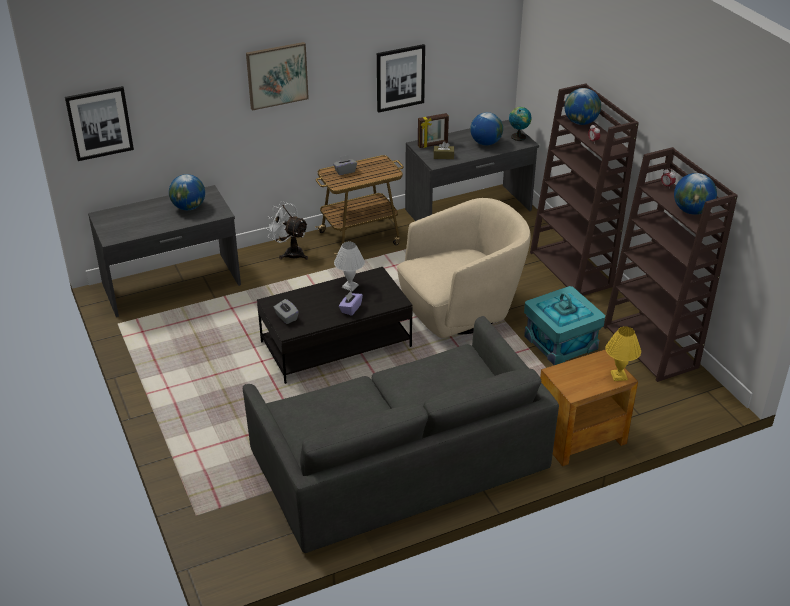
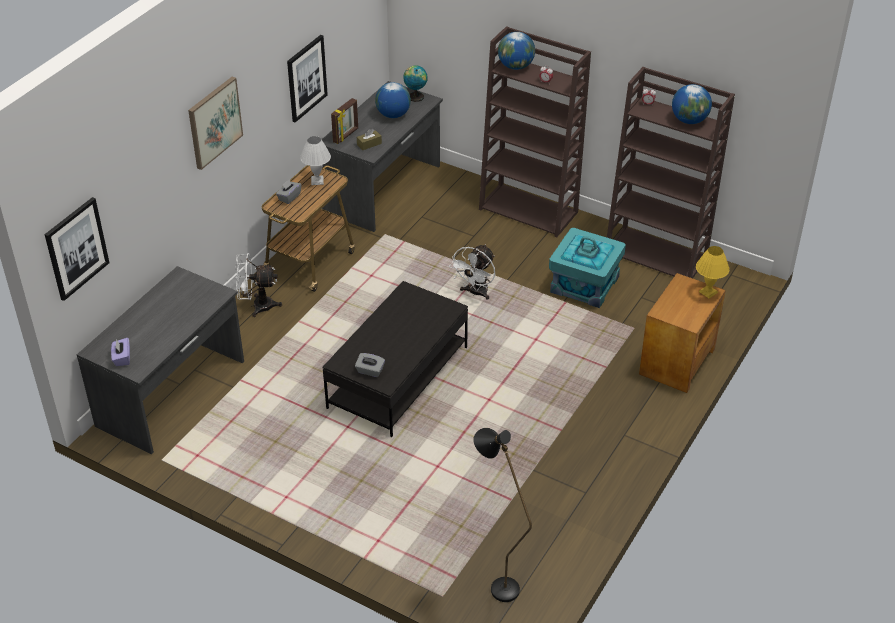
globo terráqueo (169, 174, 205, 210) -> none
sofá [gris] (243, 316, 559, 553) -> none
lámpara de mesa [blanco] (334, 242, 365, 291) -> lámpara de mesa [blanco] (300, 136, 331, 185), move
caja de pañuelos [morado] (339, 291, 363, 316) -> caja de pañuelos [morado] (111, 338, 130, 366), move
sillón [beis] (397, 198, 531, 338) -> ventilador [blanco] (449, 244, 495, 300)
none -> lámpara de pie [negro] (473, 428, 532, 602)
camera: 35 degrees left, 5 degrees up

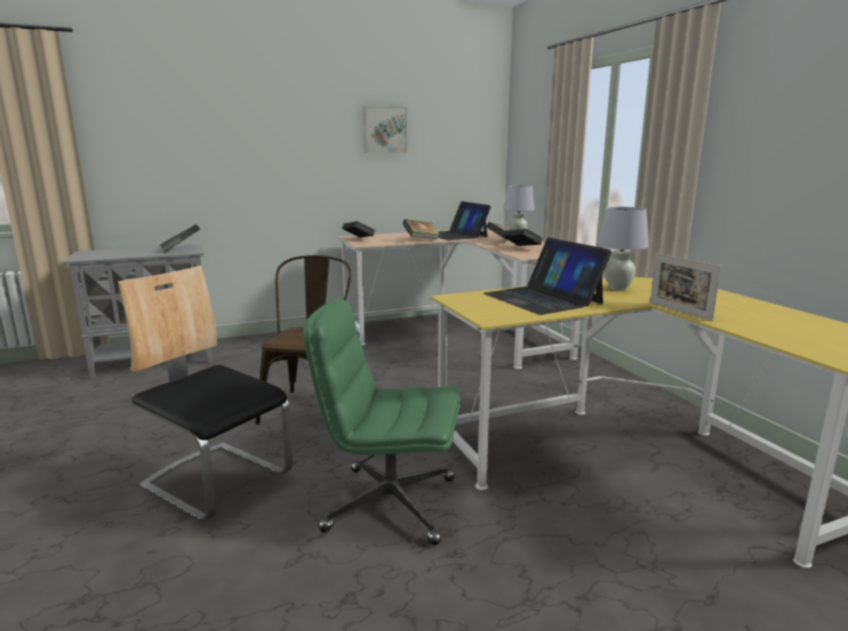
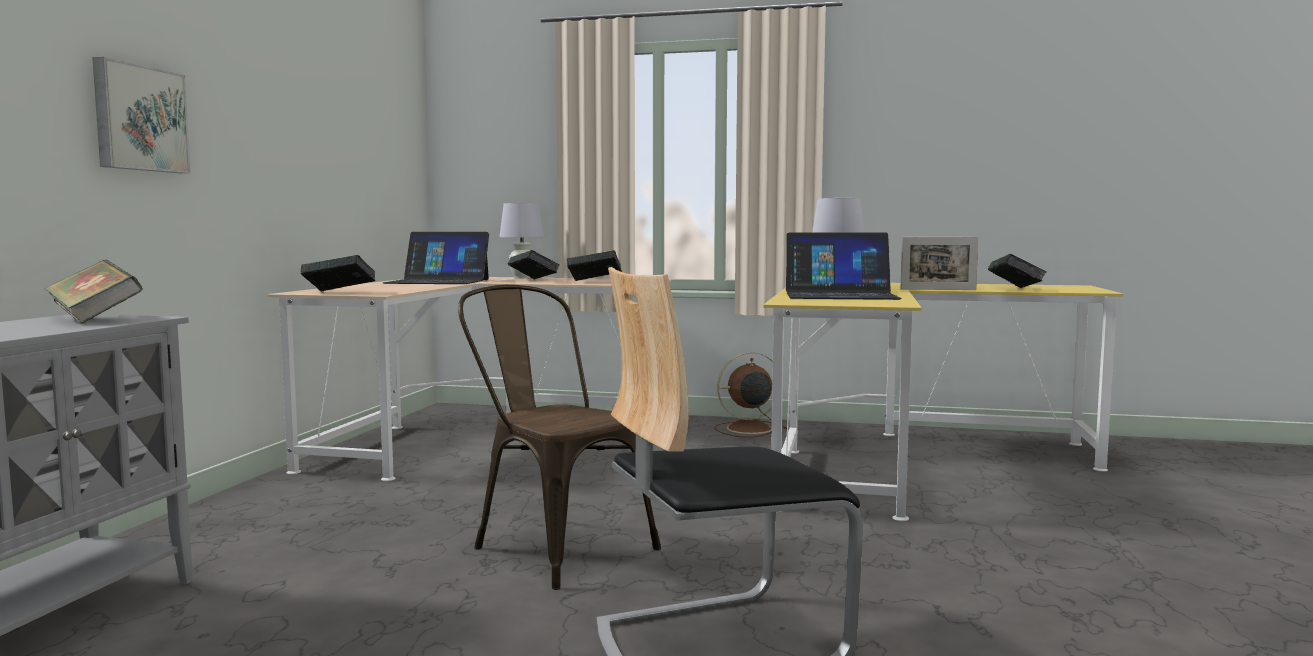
silla de oficina [verde] (303, 300, 461, 545) -> none
cuadro (363, 106, 407, 153) -> cuadro (92, 57, 191, 173), move
libro (403, 219, 440, 240) -> libro (988, 254, 1047, 288), move
none -> ventilador [marrón] (714, 352, 787, 438)
camera: 55 degrees left, 10 degrees down

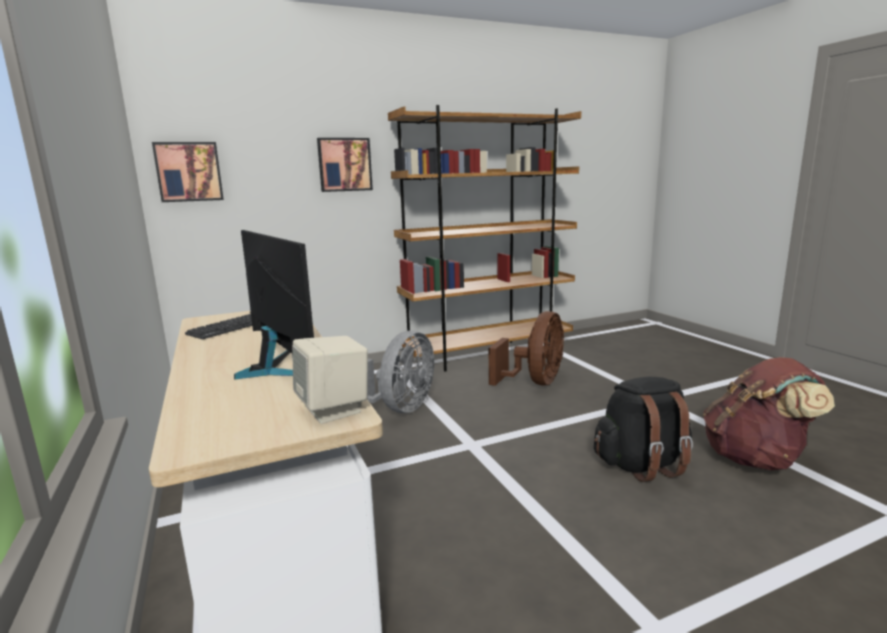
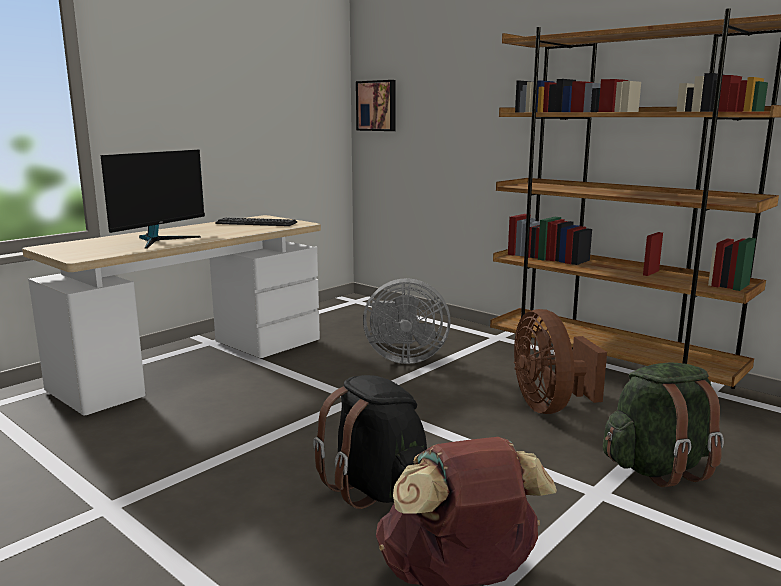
altavoz [beis] (292, 336, 368, 424) -> none
cuadro (317, 138, 373, 192) -> none
ventilador [marrón] (489, 311, 564, 386) -> ventilador [marrón] (514, 309, 607, 414), 75 degrees clockwise
none -> mochila [verde] (603, 362, 724, 487)
camera: 65 degrees right, 0 degrees up

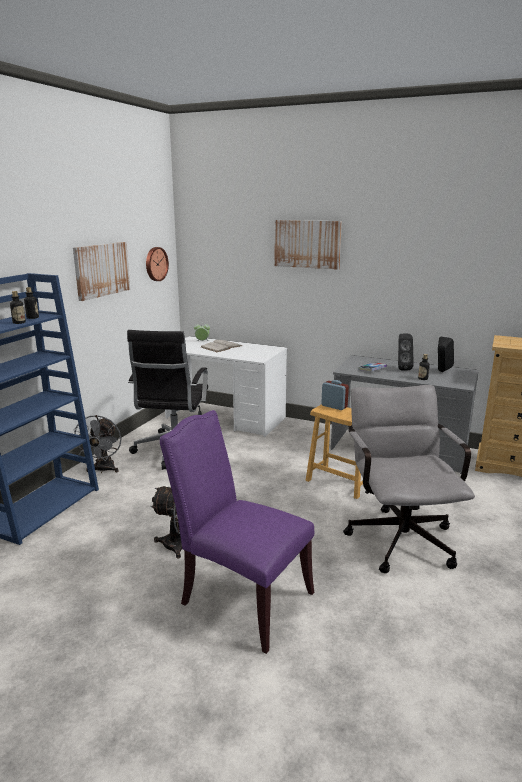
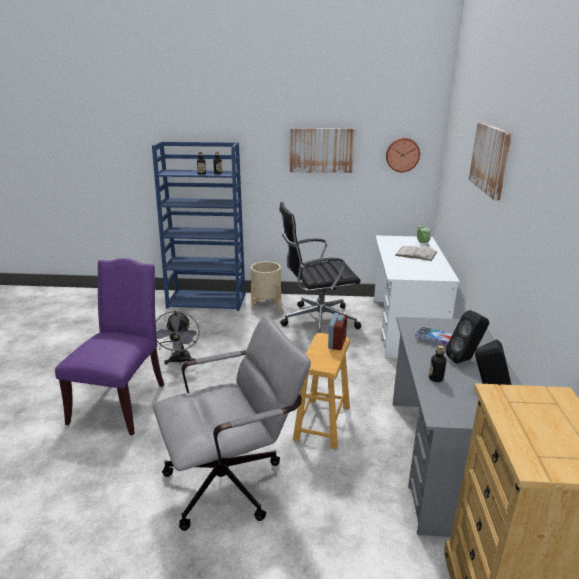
ventilador [gris] (74, 415, 121, 473) -> maceta [beis] (251, 262, 281, 311)
camera: 70 degrees right, 5 degrees up

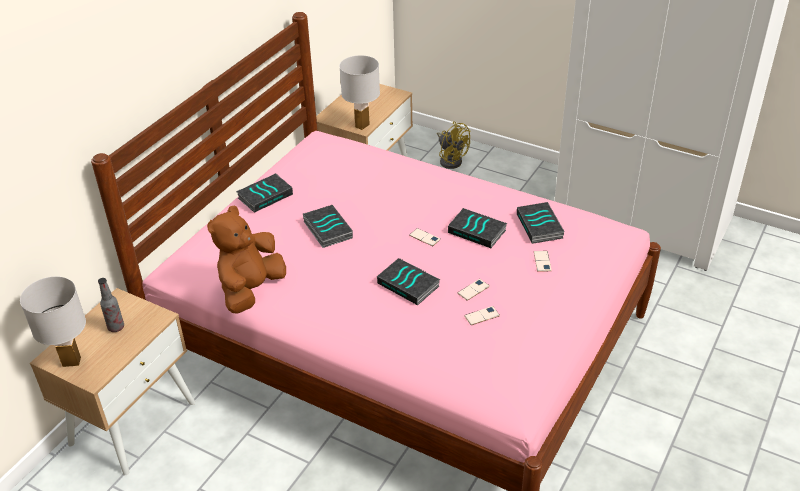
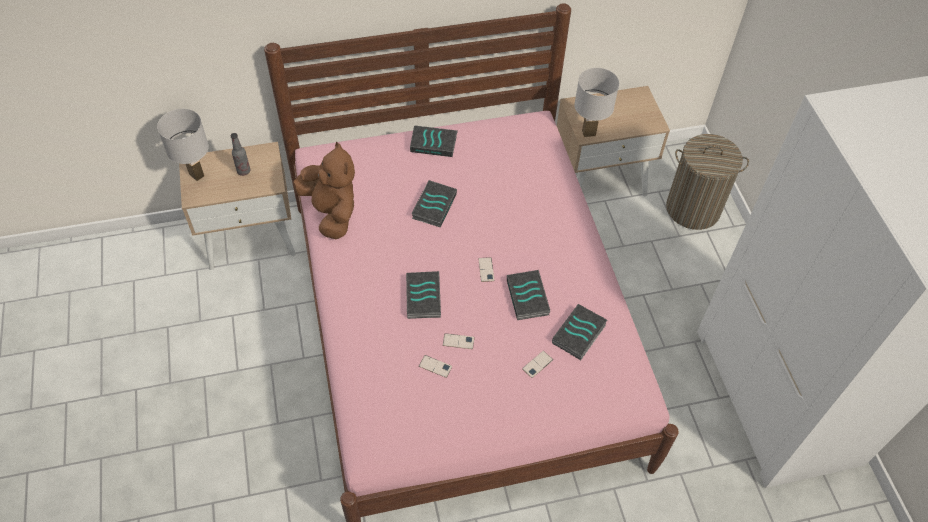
peluche [marrón] (207, 205, 286, 314) -> peluche [marrón] (293, 142, 355, 239), 75 degrees clockwise
ventilador [amarillo] (437, 122, 470, 169) -> cesto de la ropa (666, 134, 749, 230)
camera: 45 degrees right, 15 degrees up

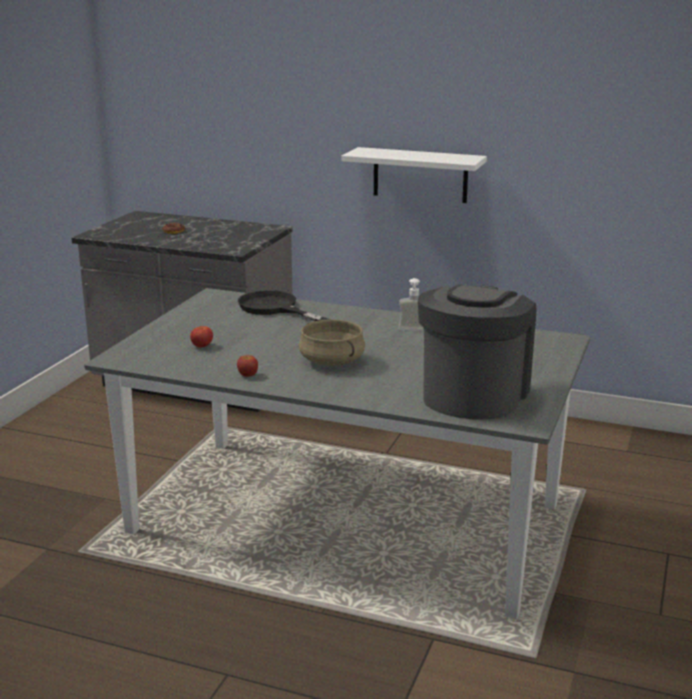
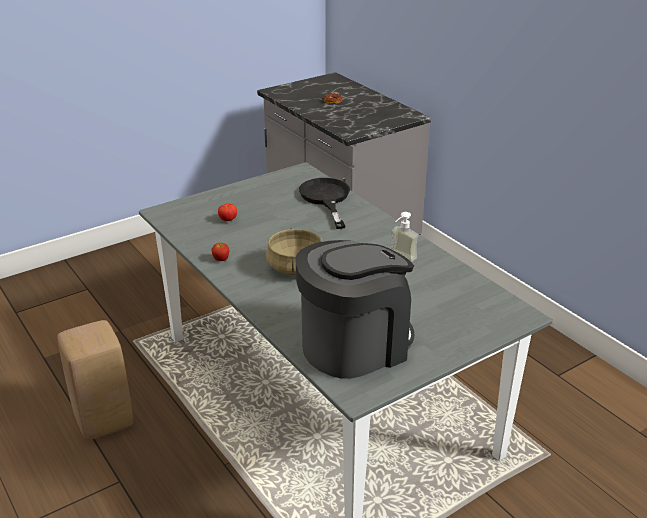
estante [blanco] (341, 147, 487, 203) -> none
none -> taburete [beis] (57, 320, 133, 440)
camera: 35 degrees right, 10 degrees up

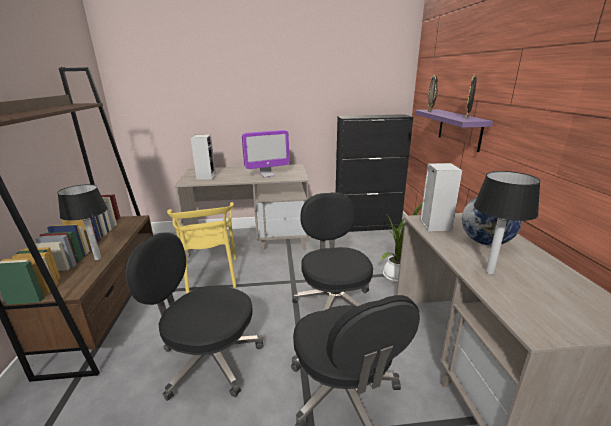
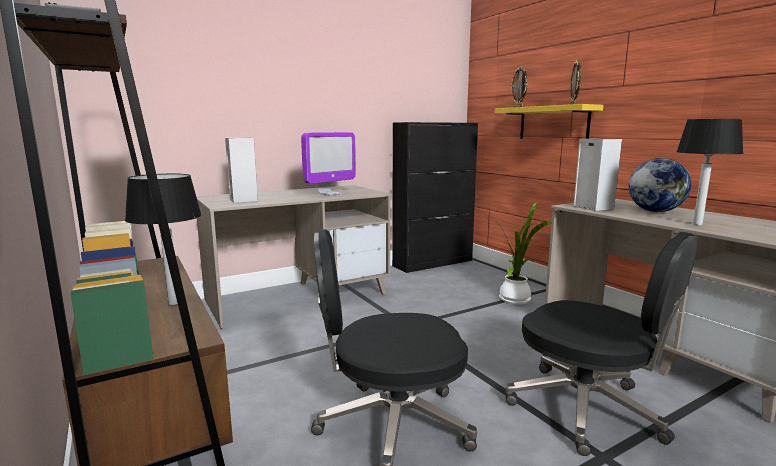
silla [amarillo] (167, 202, 237, 294) -> none
silla de oficina [negro] (292, 192, 373, 311) -> none
estante [morado] (415, 109, 493, 152) -> estante [amarillo] (495, 104, 604, 139)
camera: 25 degrees left, 10 degrees down

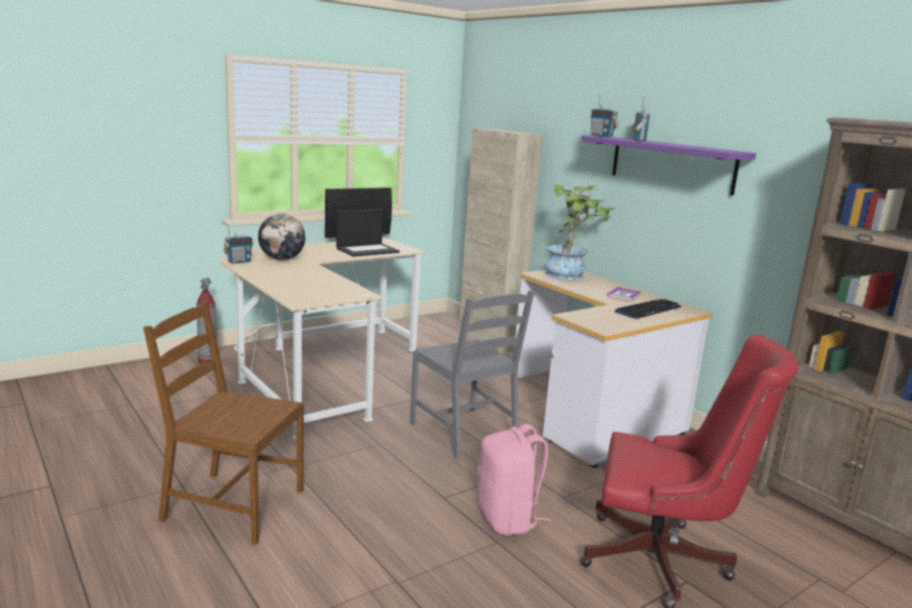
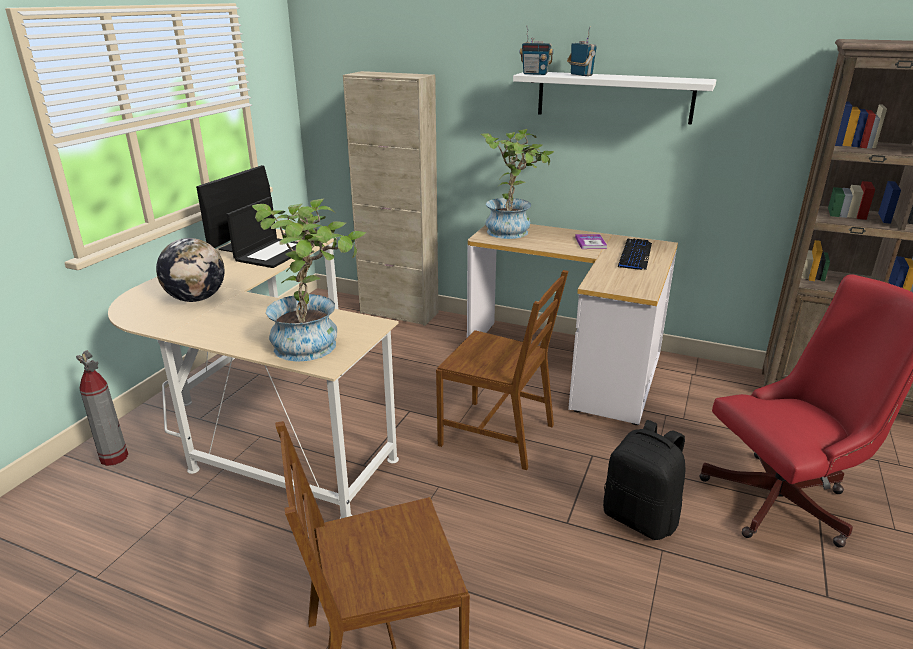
radio (223, 224, 254, 264) -> none
silla [gris] (410, 290, 534, 459) -> silla [marrón] (436, 270, 568, 470)
mochila [rosa] (477, 424, 550, 535) -> mochila [negro] (603, 420, 686, 540)
estante [morado] (581, 135, 756, 195) -> estante [blanco] (513, 72, 717, 125)
none -> planta en maceta (252, 198, 367, 362)
camera: 30 degrees left, 10 degrees up

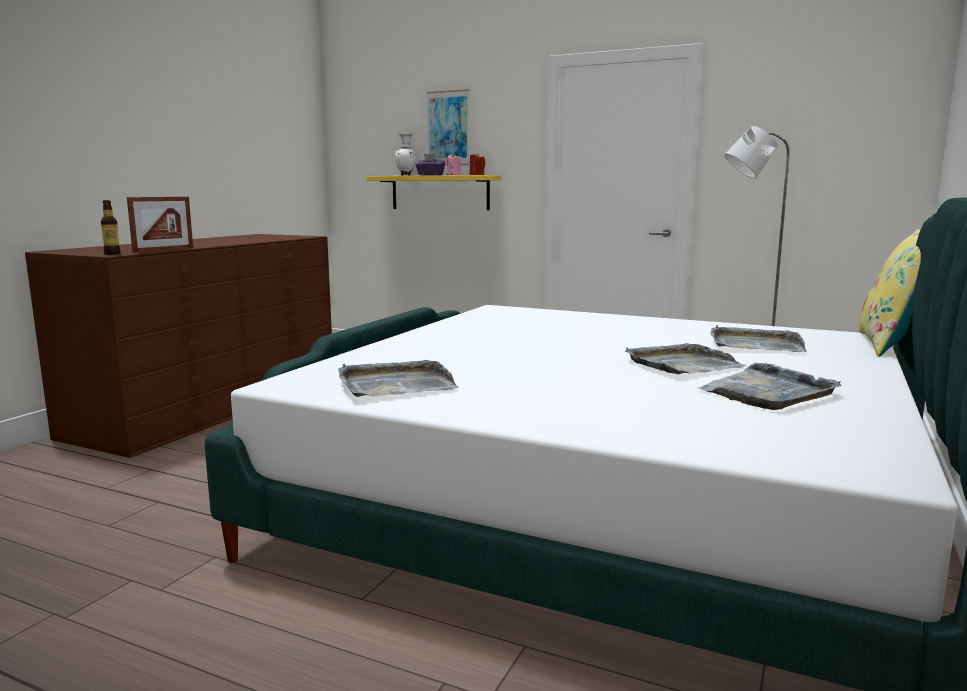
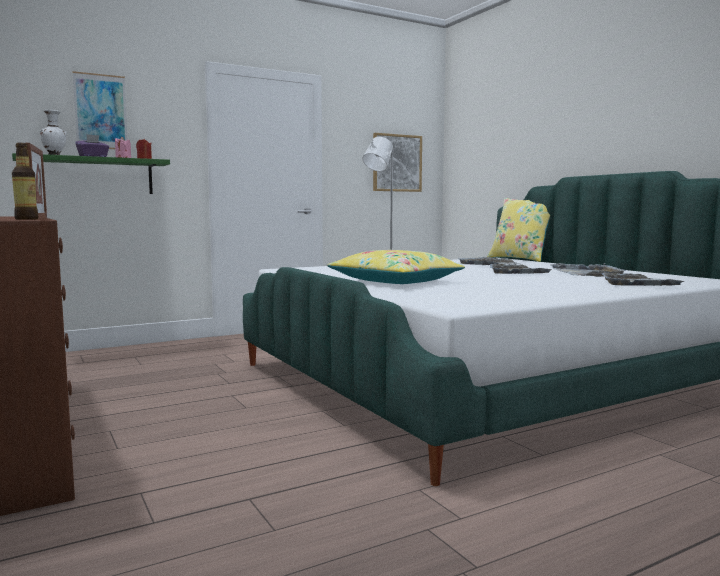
bandeja [gris] (338, 360, 459, 397) -> bandeja [gris] (601, 273, 684, 286), move
estante [amarillo] (367, 175, 501, 210) -> estante [verde] (12, 153, 170, 194)
none -> cojín [amarillo] (327, 250, 465, 284)
none -> cuadro (373, 133, 422, 192)
camera: 55 degrees left, 5 degrees down

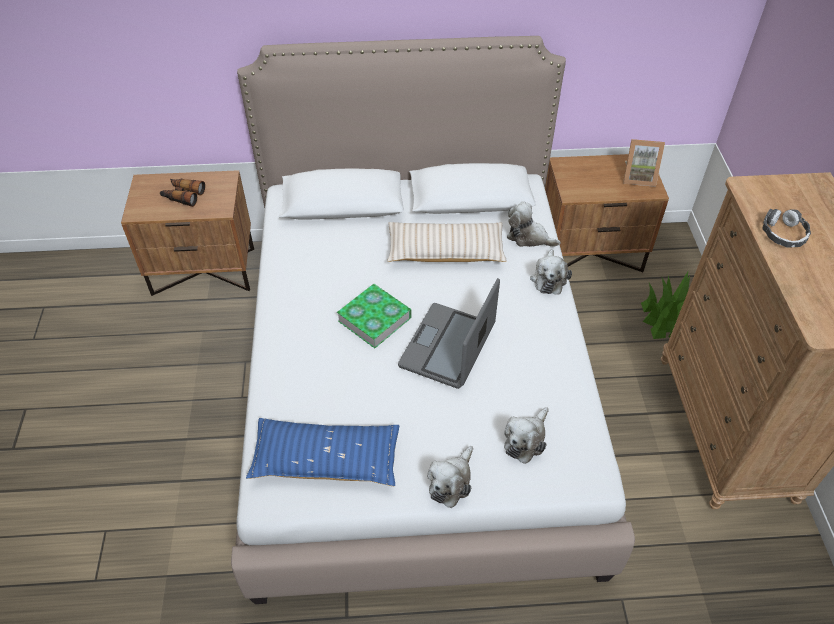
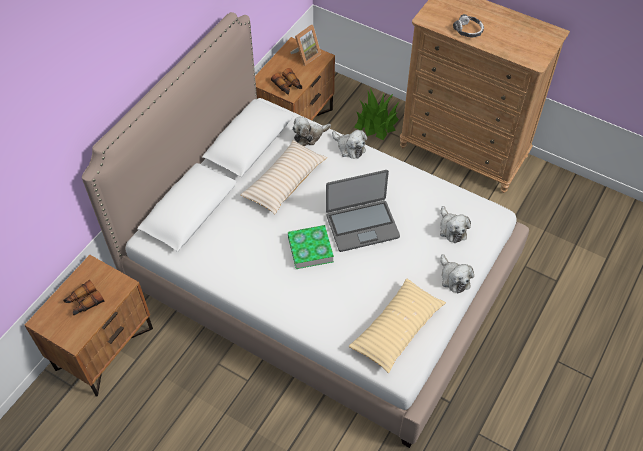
cojín [azul] (246, 418, 399, 486) -> cojín [beis] (349, 278, 446, 373)
portátil (398, 278, 500, 389) -> portátil (326, 170, 400, 252), 75 degrees counterclockwise
none -> prismáticos (271, 68, 302, 95)
camera: 55 degrees left, 5 degrees up

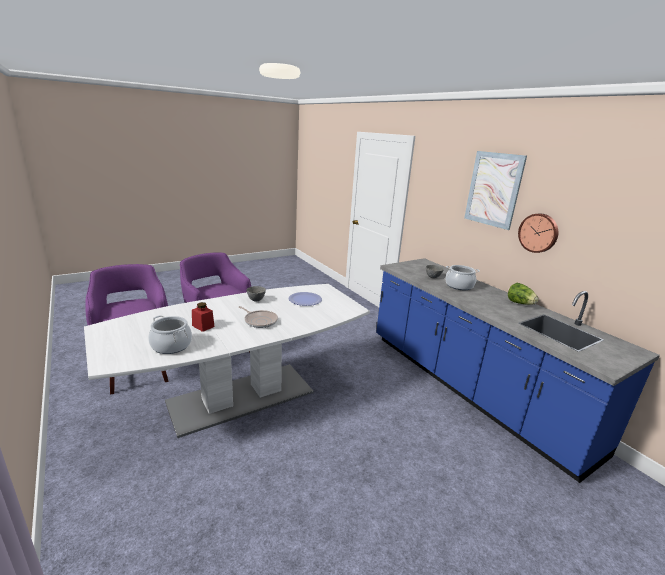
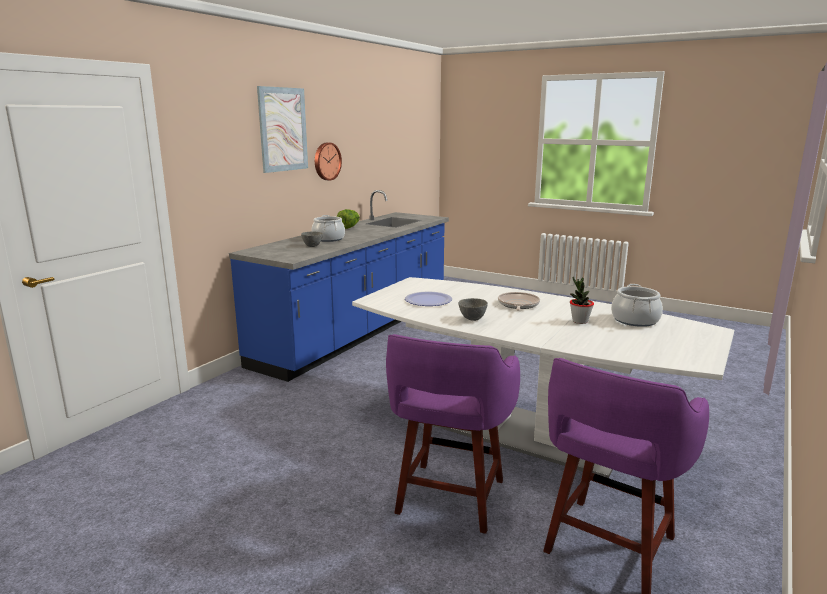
tarro [rojo] (192, 302, 214, 332) -> planta en maceta (570, 277, 594, 324)
camera: 115 degrees left, 5 degrees down

